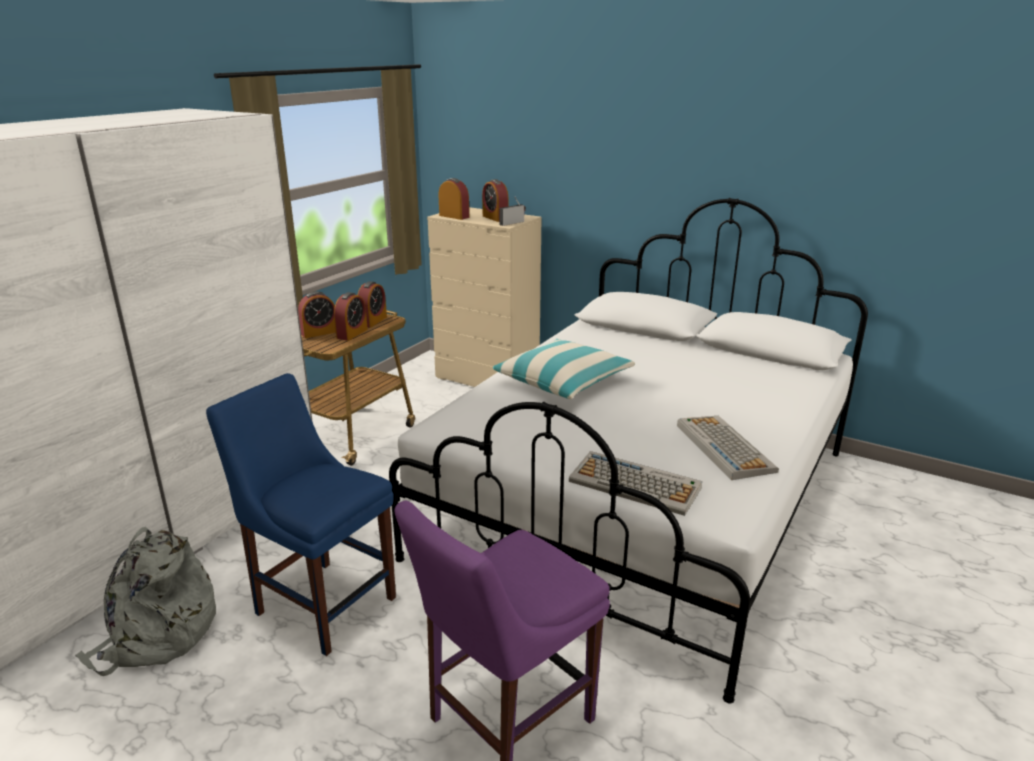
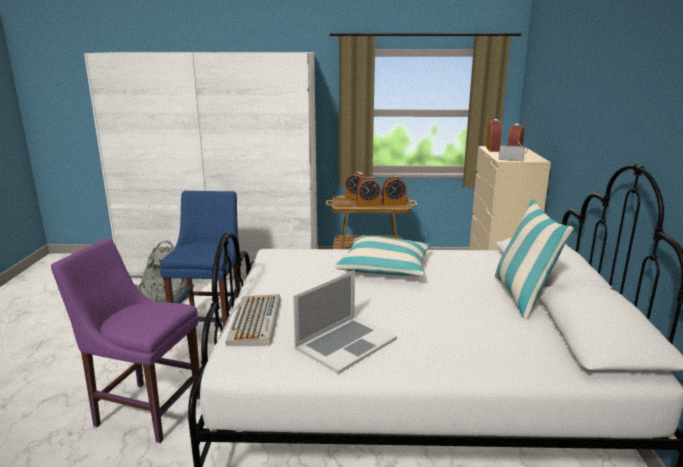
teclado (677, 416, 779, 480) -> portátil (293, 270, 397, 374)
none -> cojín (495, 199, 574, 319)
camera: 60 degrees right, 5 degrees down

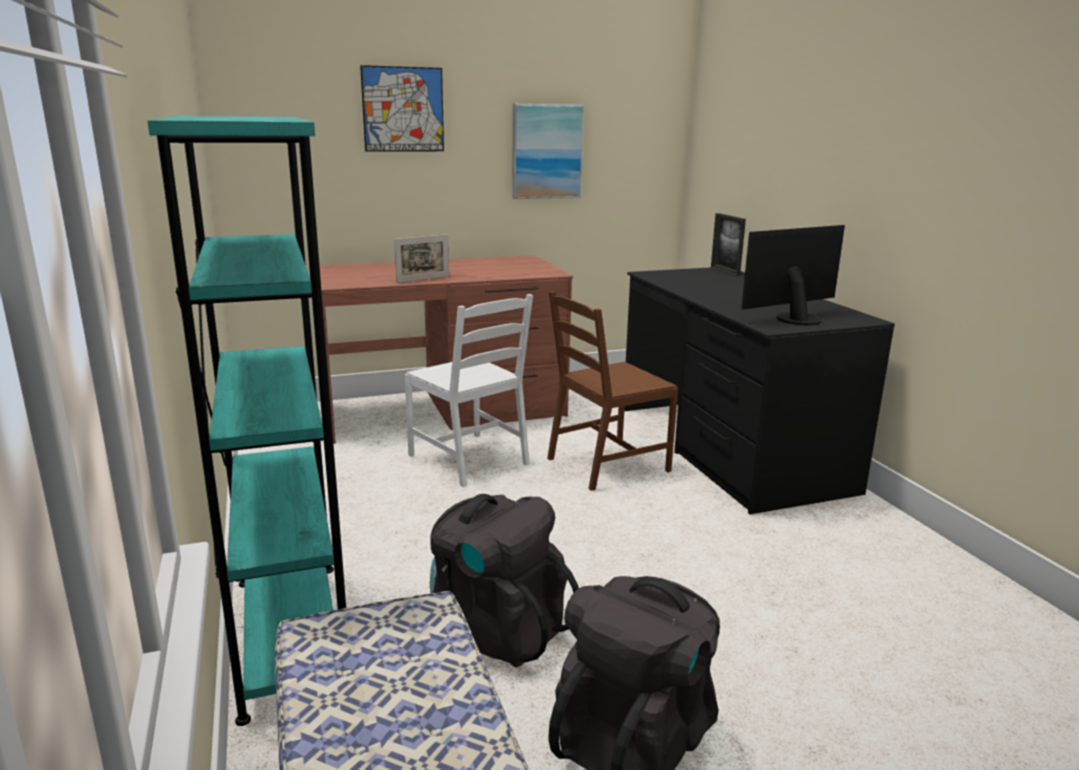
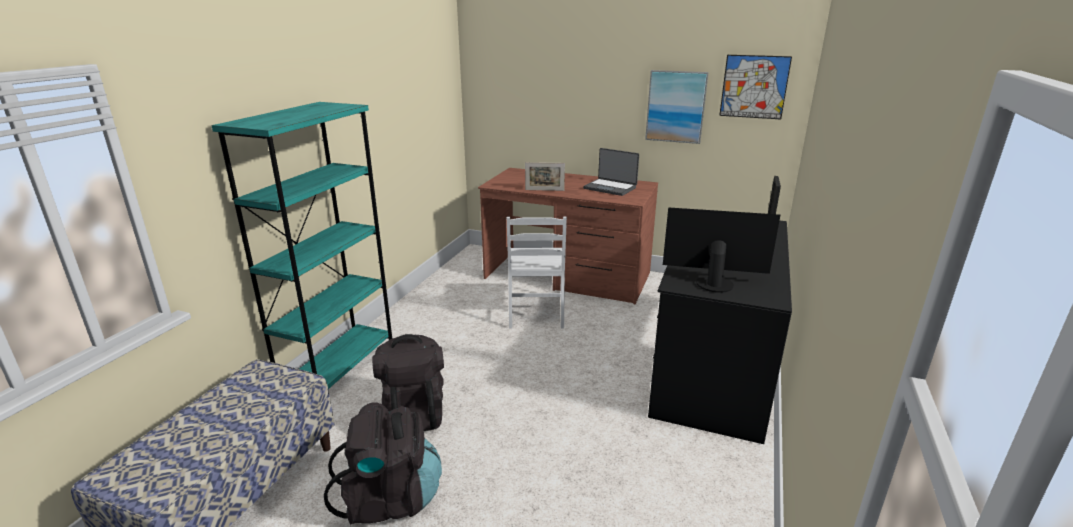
cuadro (360, 65, 444, 152) -> cuadro (719, 55, 792, 119), move
silla [marrón] (547, 291, 678, 491) -> none
none -> portátil (583, 148, 639, 196)
camera: 40 degrees right, 5 degrees up

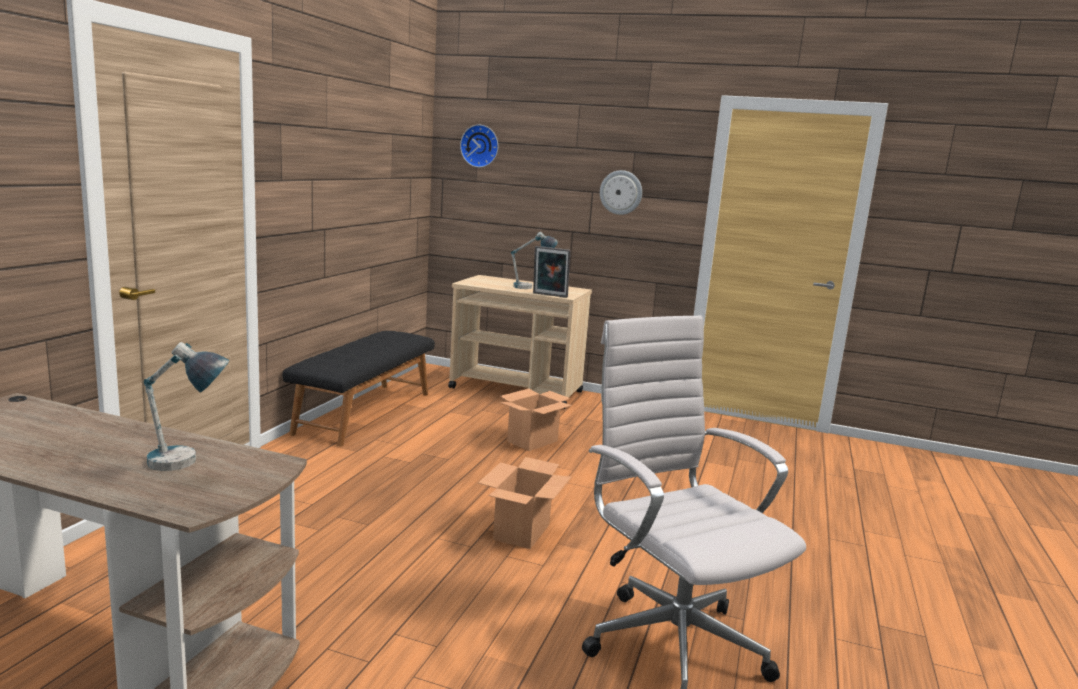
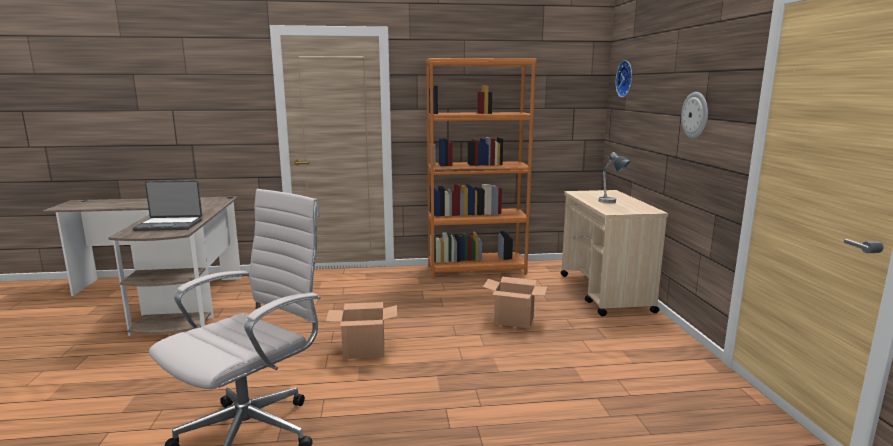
lámpara de mesa (144, 342, 229, 471) -> portátil (133, 180, 202, 231)
banco [negro] (282, 331, 435, 446) -> estantería [naranja] (426, 58, 537, 279)
portarretratos (533, 246, 570, 298) -> none
camera: 65 degrees right, 0 degrees up

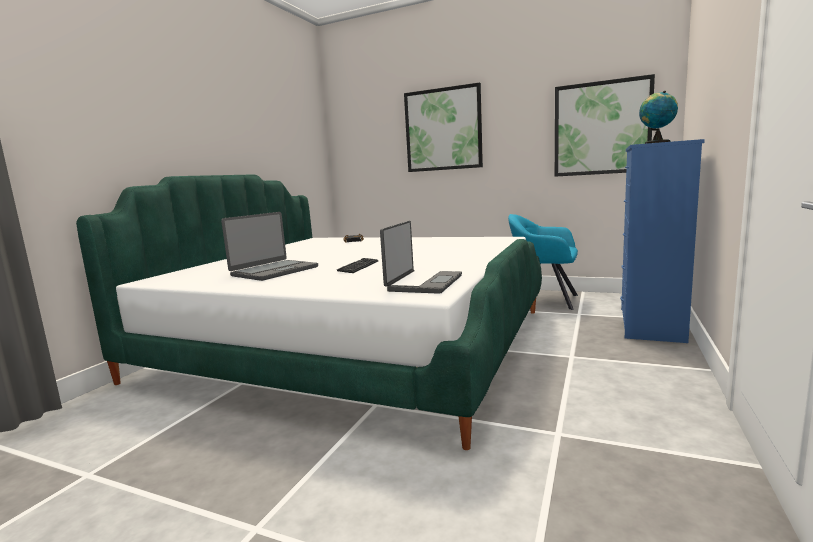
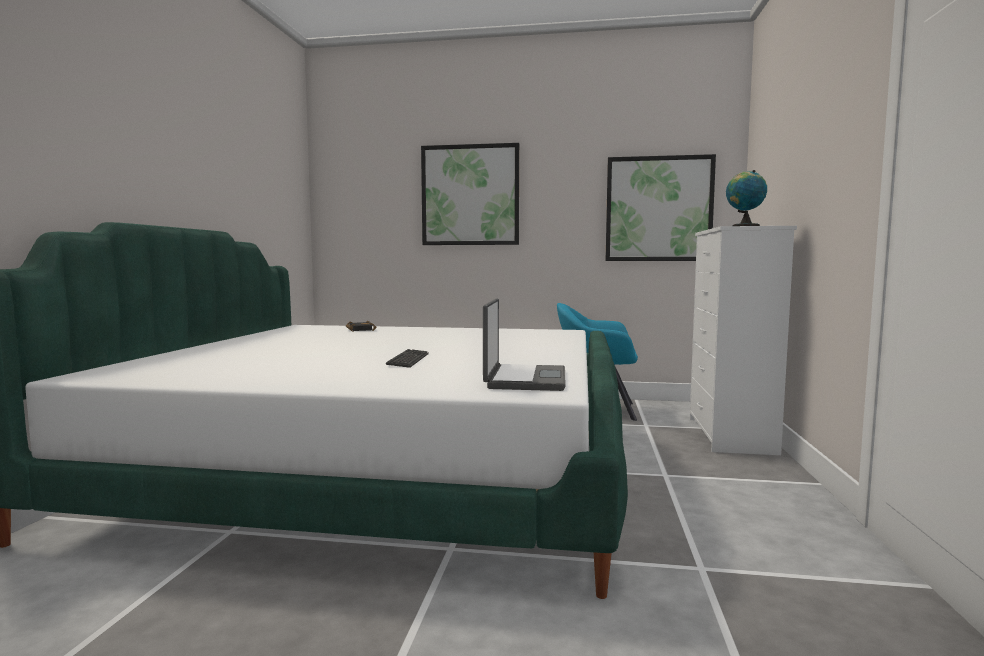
portátil (221, 212, 318, 281) -> none
cómoda [azul] (620, 139, 705, 343) -> cómoda [blanco] (690, 226, 797, 455)
camera: 15 degrees left, 5 degrees down

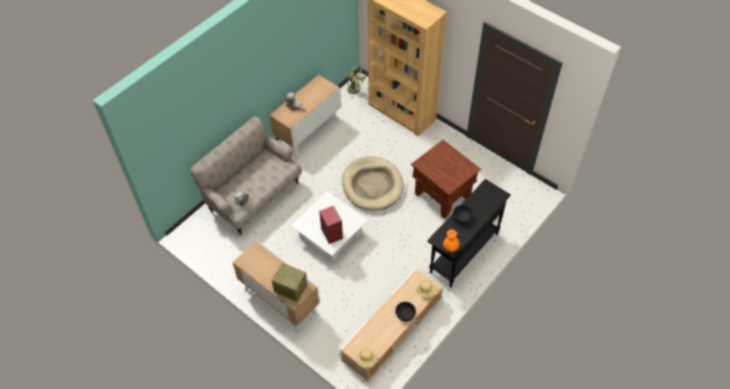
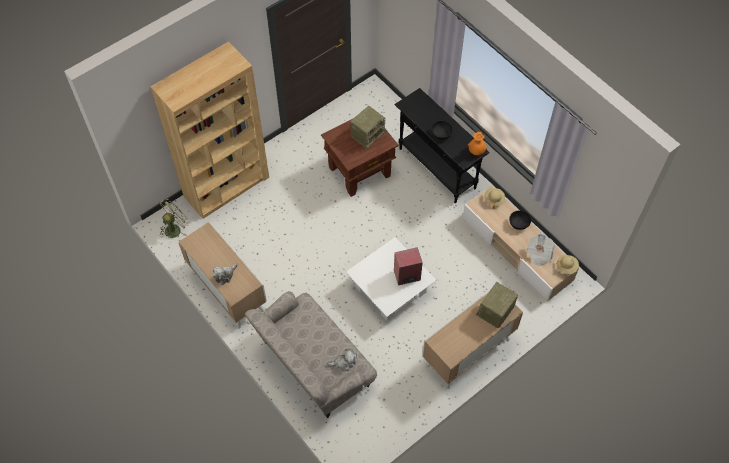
cama para perro [beis] (342, 156, 404, 210) -> none
none -> radio (350, 106, 387, 149)
none -> periódico (527, 234, 555, 267)
camera: 80 degrees left, 5 degrees up

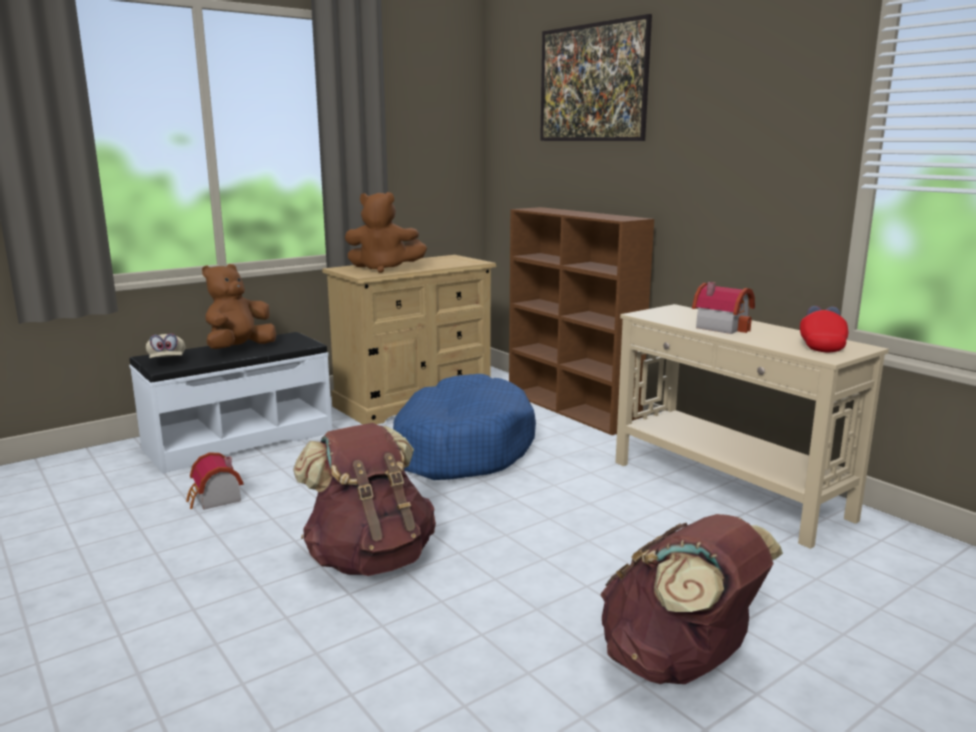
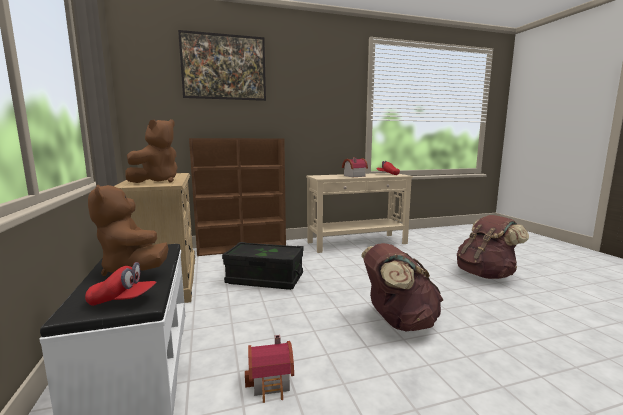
gorra [beis] (146, 334, 185, 358) -> gorra [rojo] (85, 262, 156, 306)
cama para perro [azul] (393, 374, 536, 480) -> caja de almacenaje [negro] (222, 242, 304, 290)
camera: 70 degrees left, 5 degrees down

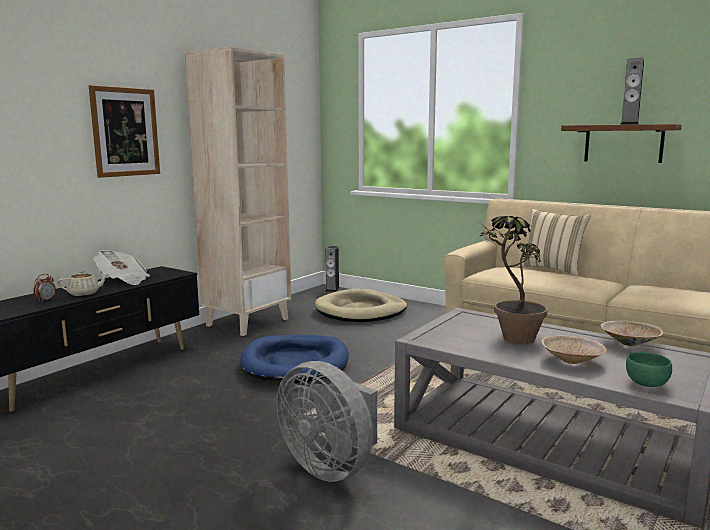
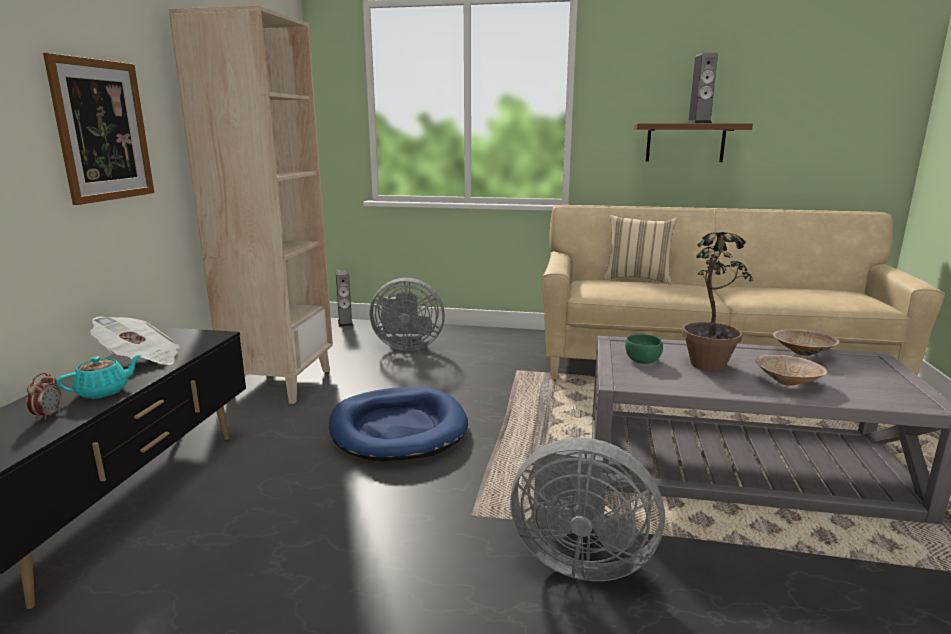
tetera [beis] (57, 270, 109, 296) -> tetera [turquesa] (56, 355, 141, 399)
cama para perro [beis] (315, 289, 407, 322) -> ventilador [gris] (370, 278, 445, 351)
cuenco [verde] (626, 352, 672, 387) -> cuenco [verde] (625, 334, 663, 364), move
camera: 25 degrees left, 5 degrees up

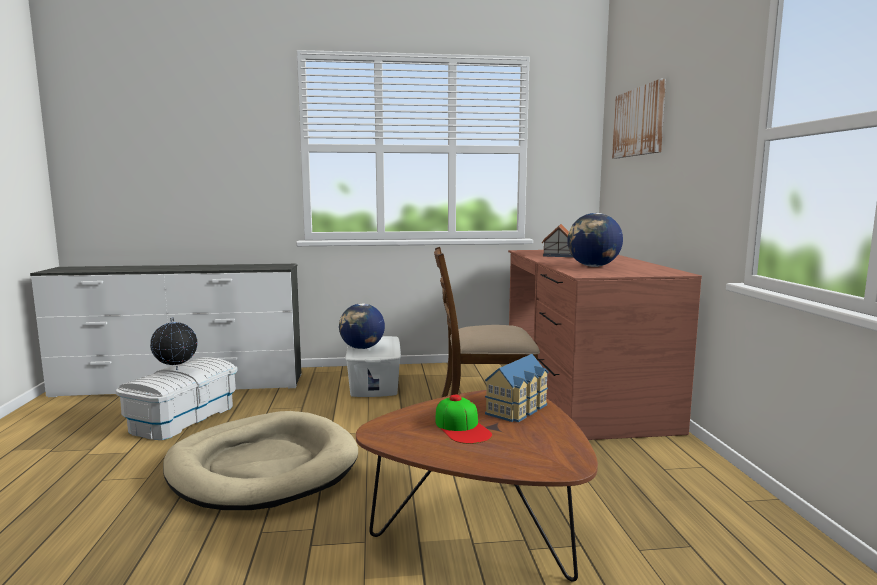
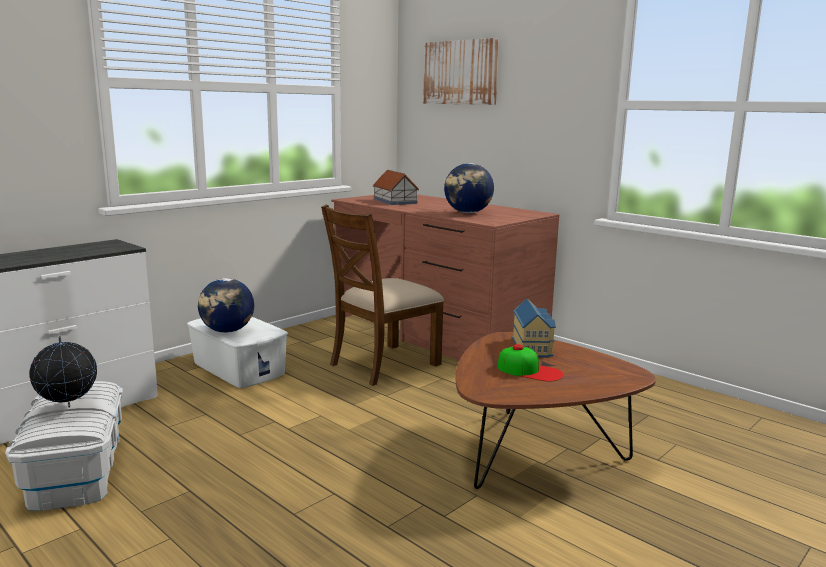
cama para perro [beis] (163, 411, 358, 510) -> none
camera: 40 degrees left, 5 degrees up

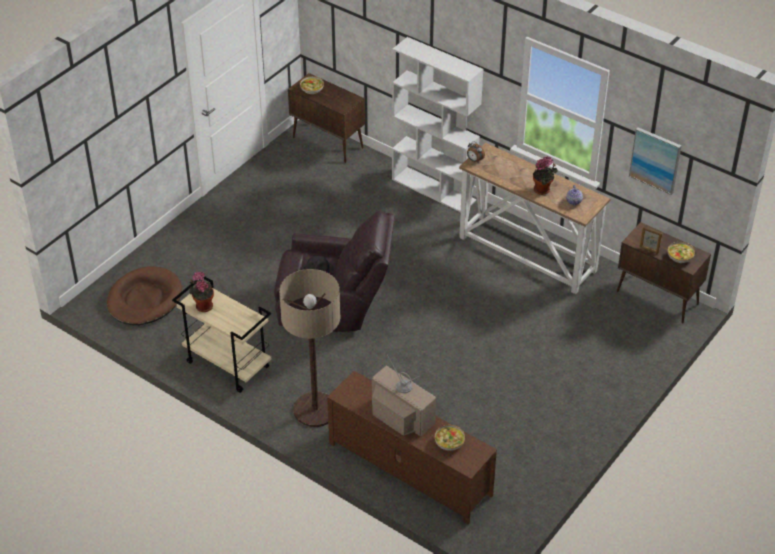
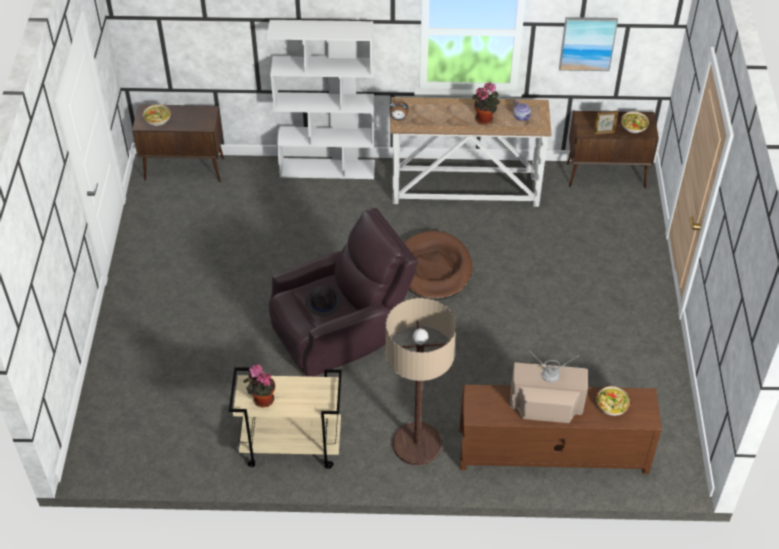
cama para perro [marrón] (107, 266, 182, 325) -> cama para perro [marrón] (404, 231, 472, 300), move
camera: 35 degrees left, 5 degrees up

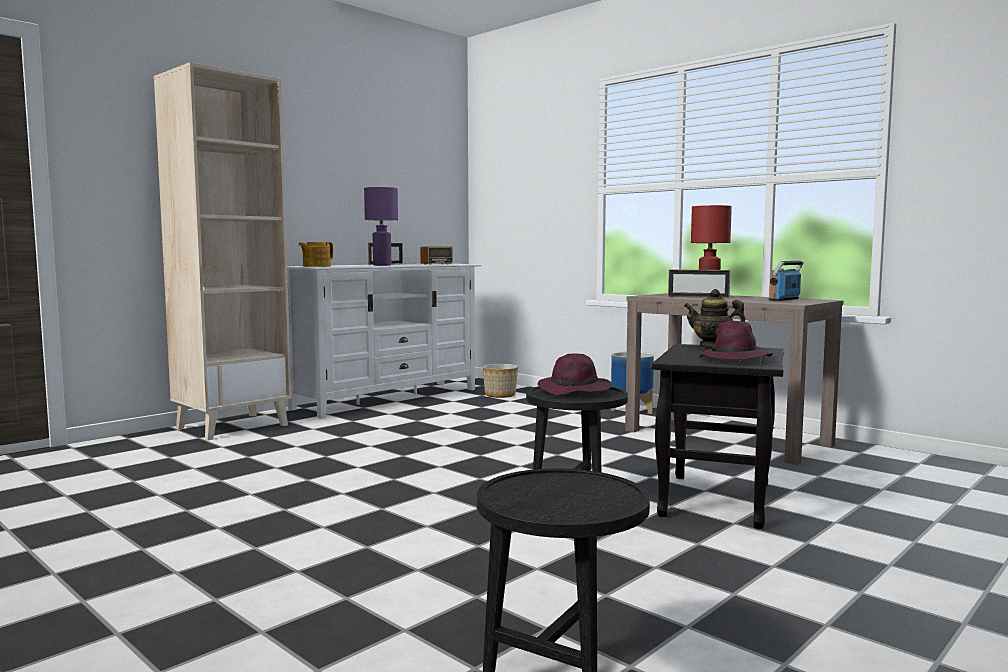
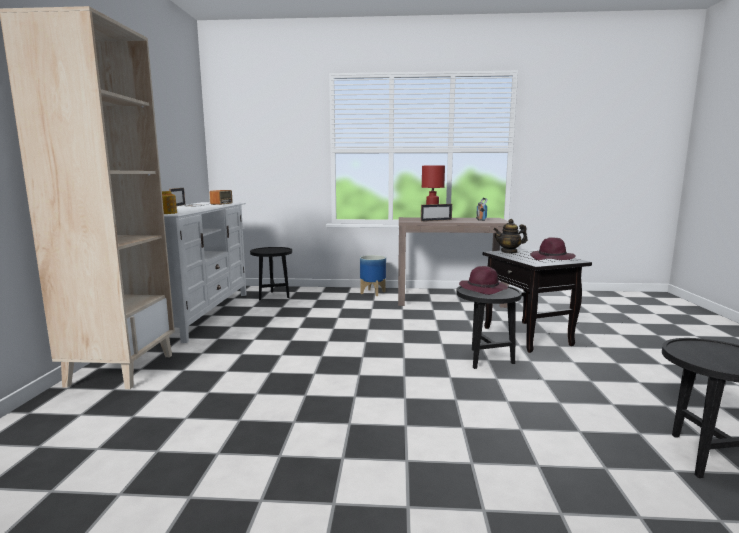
lámpara de mesa [morado] (364, 187, 398, 266) -> none
maceta (483, 364, 518, 398) -> mesa auxiliar [negro] (250, 247, 292, 300)
camera: 40 degrees left, 5 degrees up

